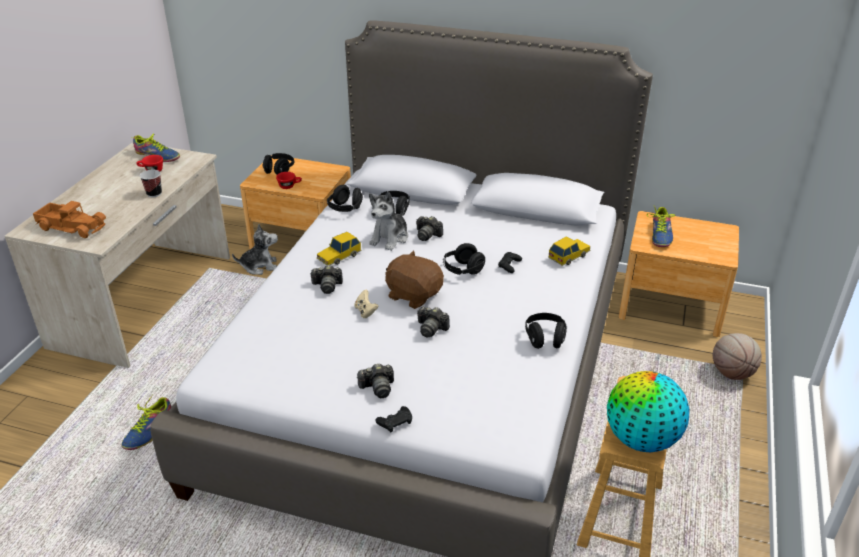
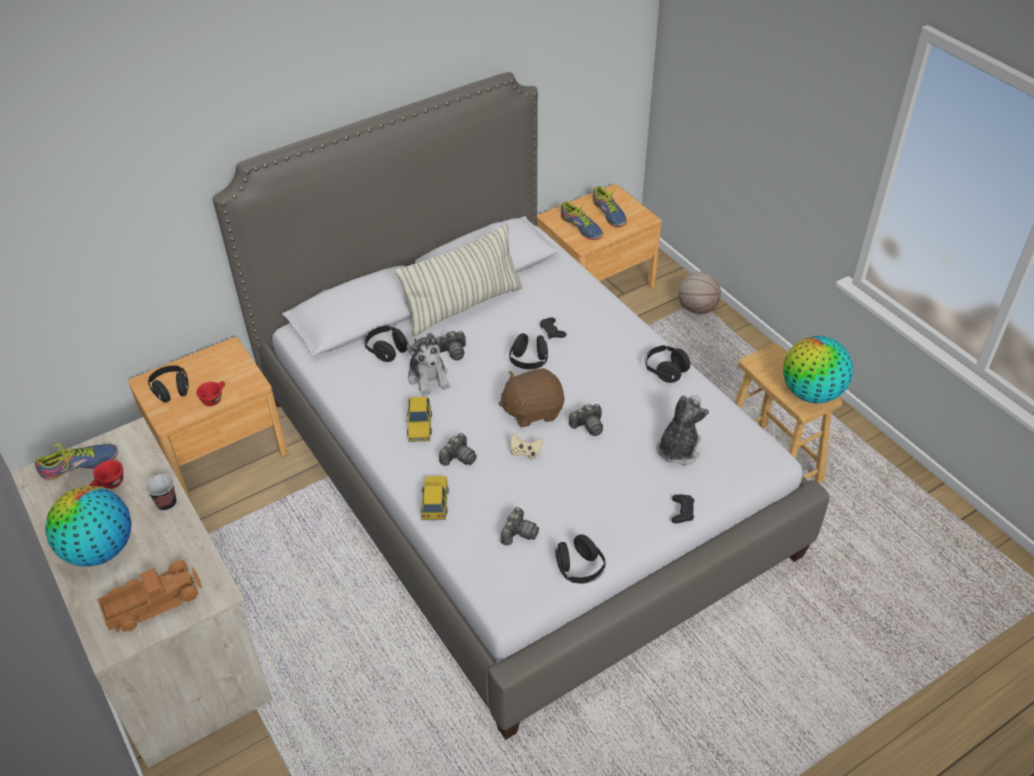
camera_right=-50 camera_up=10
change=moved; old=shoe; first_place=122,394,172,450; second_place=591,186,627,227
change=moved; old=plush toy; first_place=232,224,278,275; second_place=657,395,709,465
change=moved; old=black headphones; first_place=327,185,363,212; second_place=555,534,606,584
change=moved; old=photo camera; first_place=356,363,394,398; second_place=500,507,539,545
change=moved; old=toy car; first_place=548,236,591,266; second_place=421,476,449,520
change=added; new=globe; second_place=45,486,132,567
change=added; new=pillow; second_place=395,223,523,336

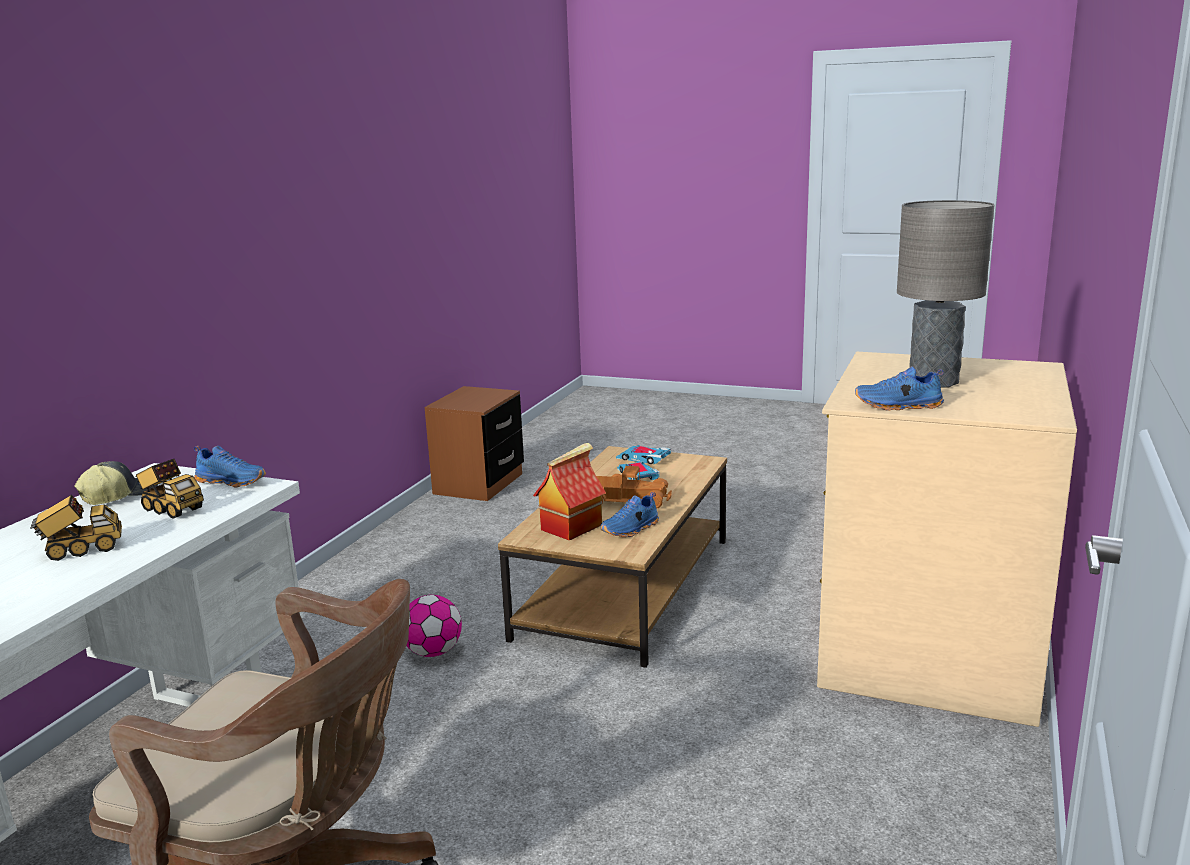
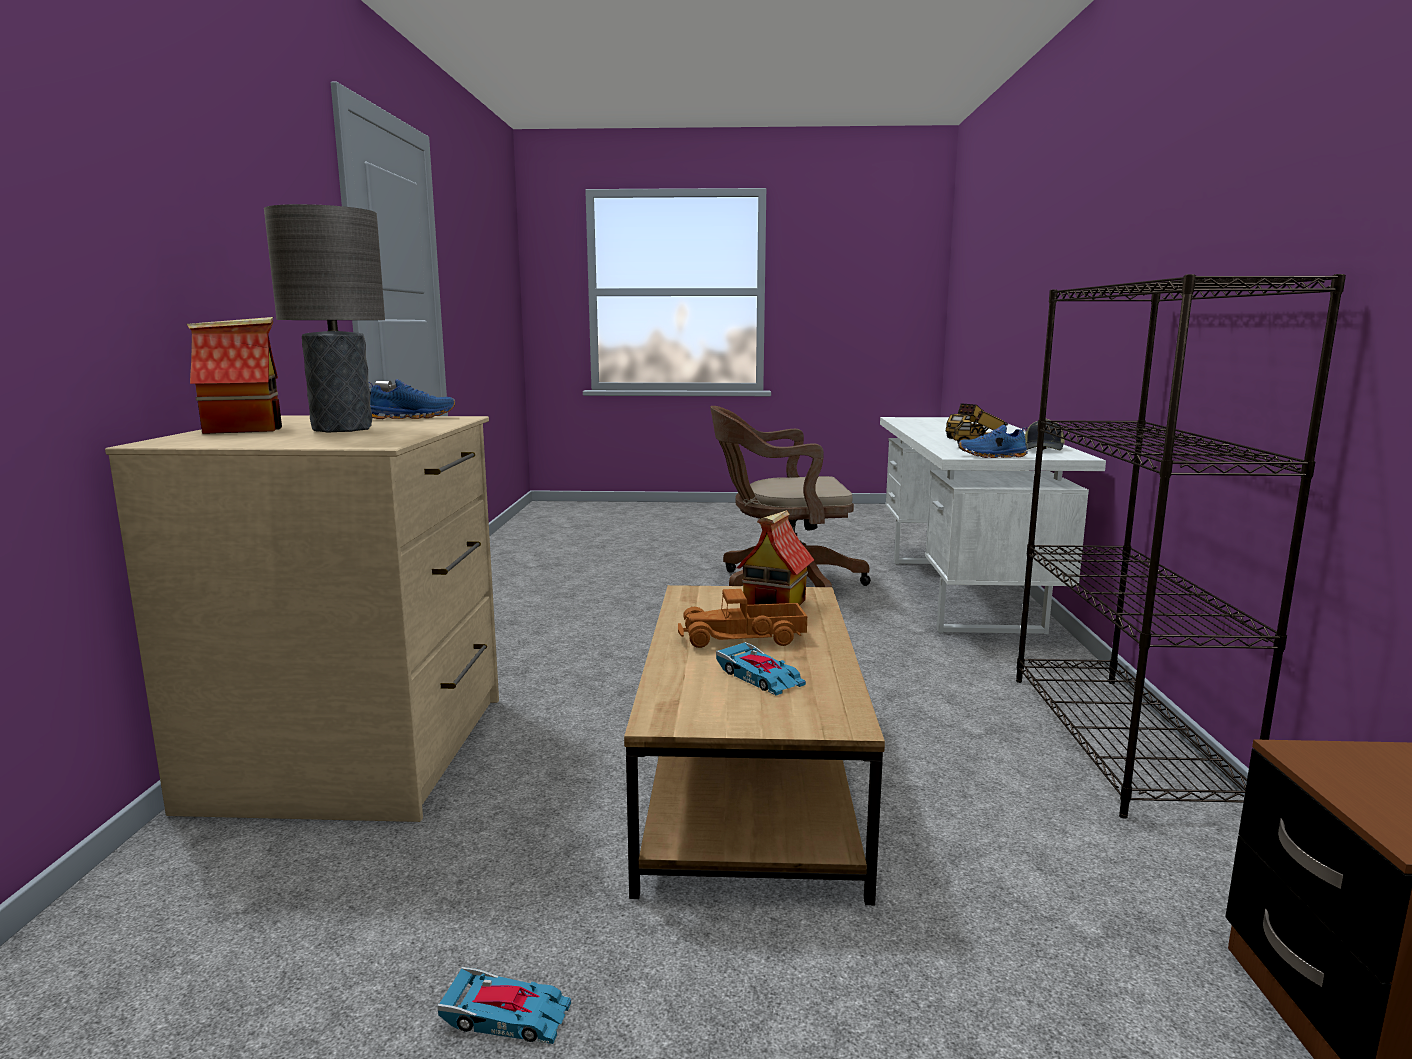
camera_right=160 camera_up=-5
change=removed; old=football; first_place=406,595,462,657
change=removed; old=blue shoe; first_place=601,492,659,537
change=moved; old=toy car; first_place=616,445,671,464; second_place=437,967,571,1044
change=added; new=toy house; second_place=187,317,282,434
change=added; new=black bookcase; second_place=1016,274,1346,819

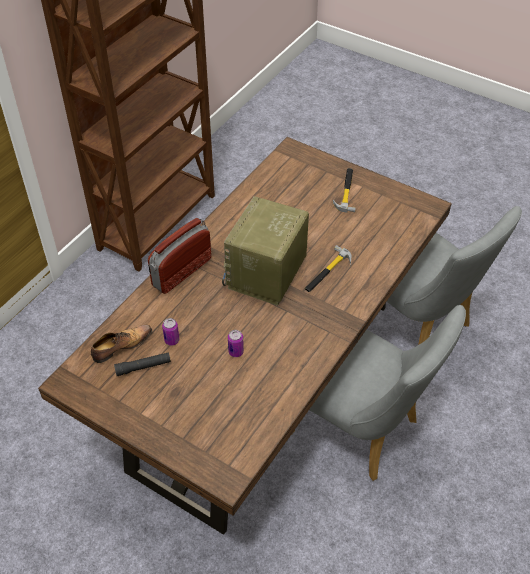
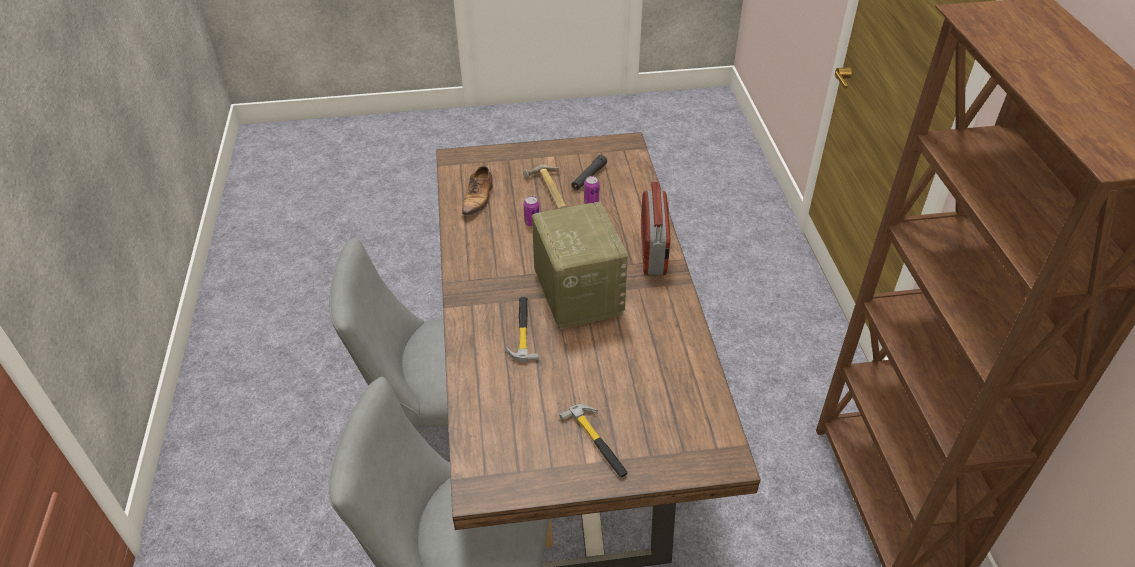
camera_right=140 camera_up=-5
change=moved; old=shoe; first_place=91,325,152,363; second_place=462,166,492,216
change=added; new=hammer; second_place=523,164,566,209

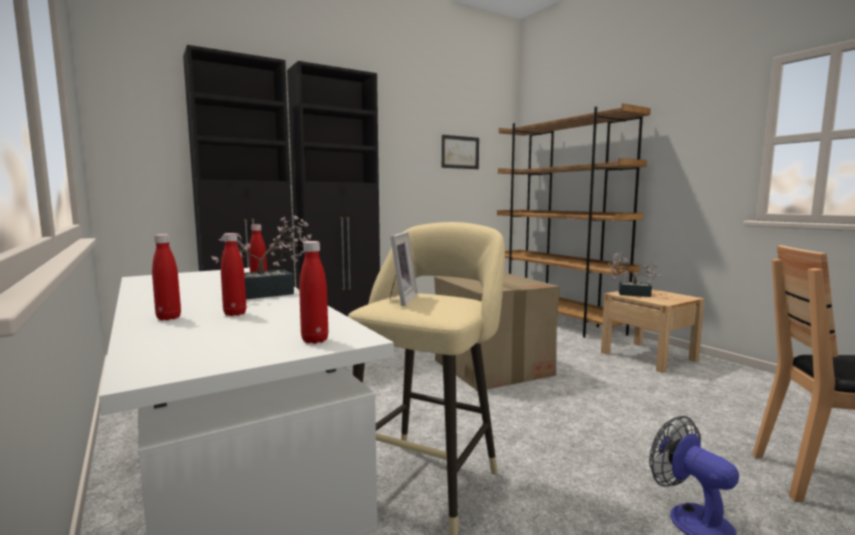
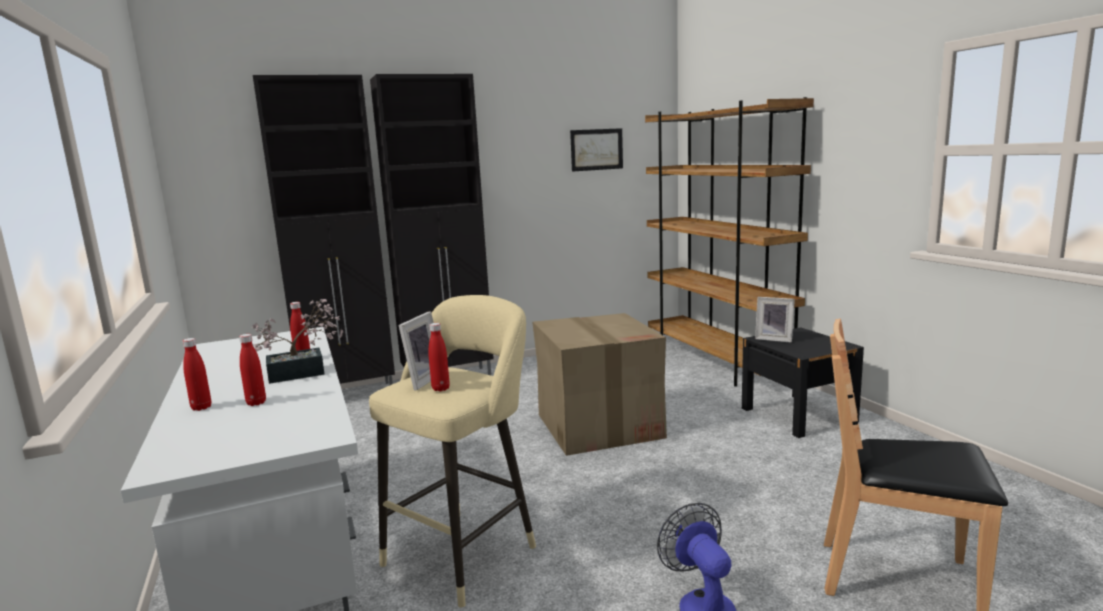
camera_right=10 camera_up=5
change=moved; old=red bottle; first_place=299,241,328,344; second_place=428,323,450,392
change=recoloured; old=beige nightstand; new=black nightstand; first_place=601,289,704,373; second_place=742,327,864,438
change=replaced; old=potted plant; new=picture frame; first_place=607,253,661,297; second_place=755,297,795,343

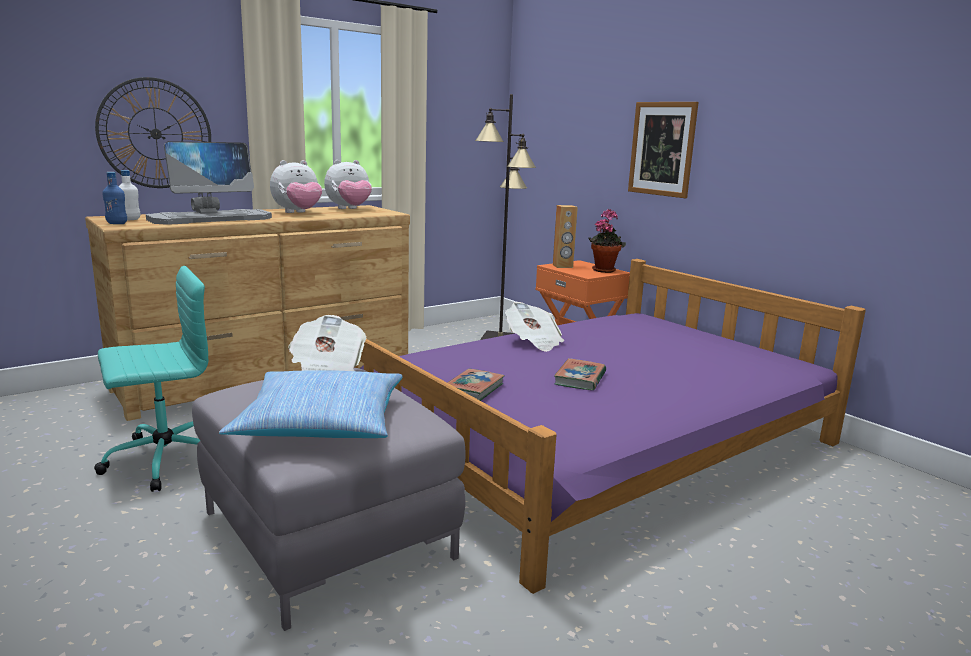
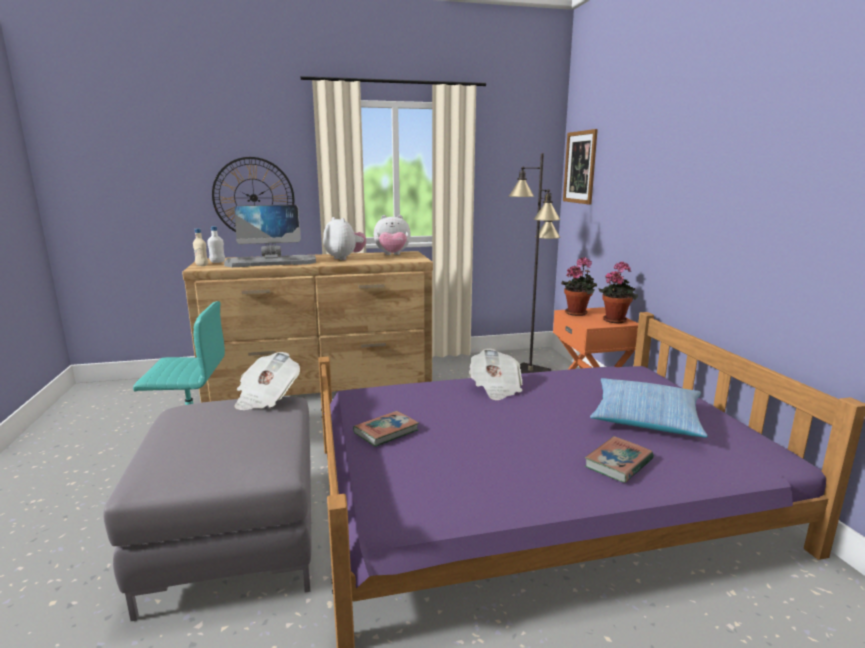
camera_right=25 camera_up=0
change=recoloured; old=blue bottle; new=beige bottle; first_place=102,172,127,224; second_place=193,228,208,266
change=moved; old=pillow; first_place=219,370,402,438; second_place=590,378,708,438
change=turned; old=plush toy; first_place=270,160,322,213; second_place=323,217,366,260; degrees=-120
change=replaced; old=brown speaker; new=potted plant; first_place=553,205,578,268; second_place=561,257,597,316
change=moved; old=book; first_place=554,358,606,390; second_place=585,436,654,483
change=moved; old=picture; first_place=628,102,699,198; second_place=563,129,598,205

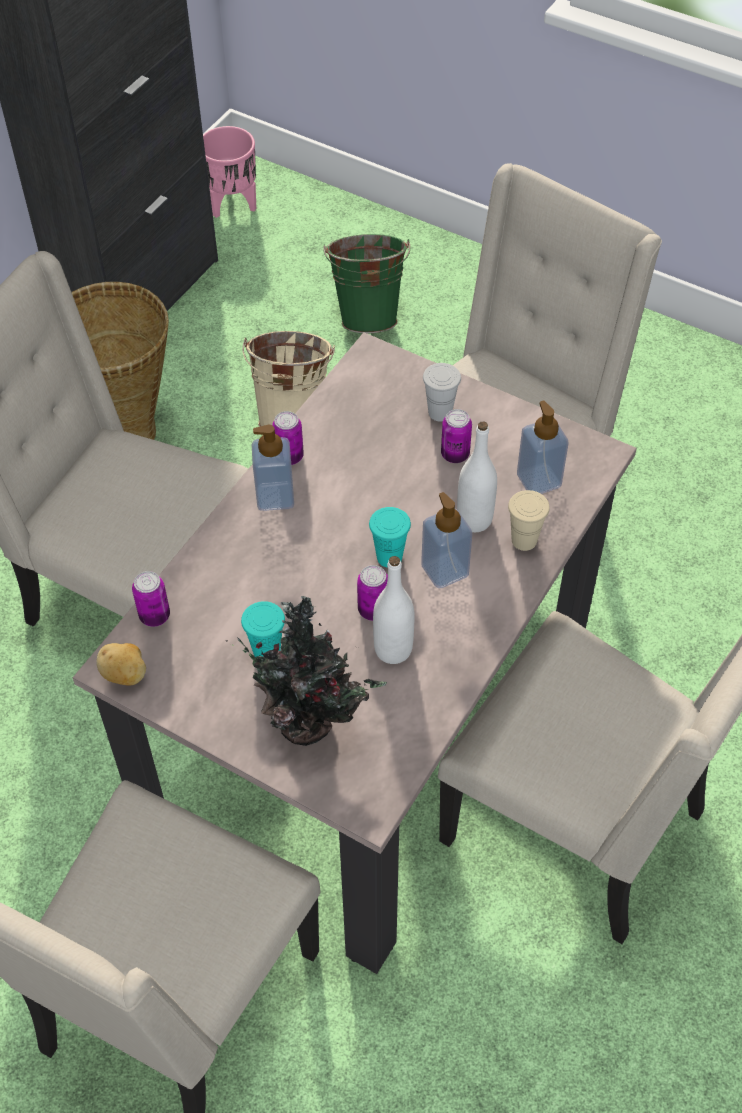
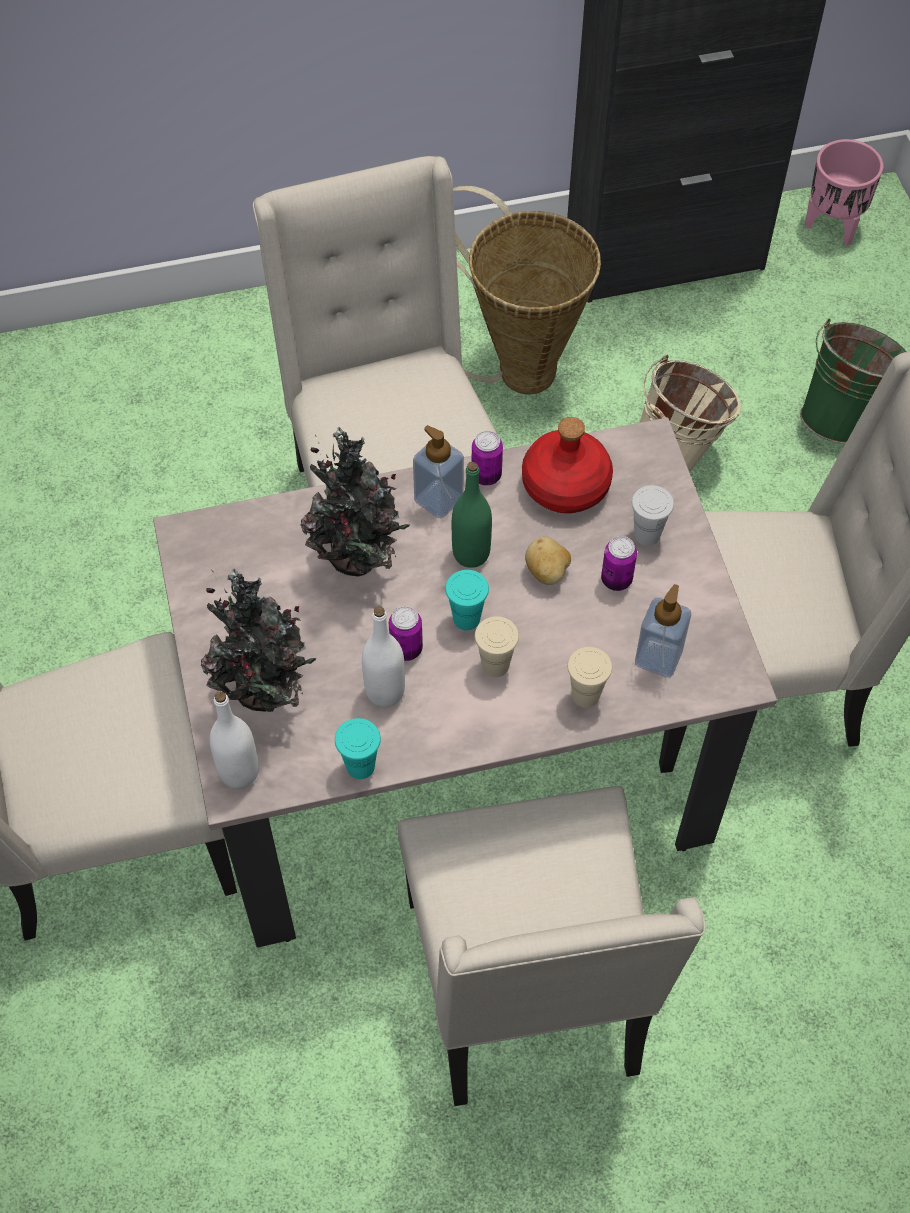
camera_right=45 camera_up=5
change=moved; old=potato; first_place=97,643,146,686; second_place=525,536,571,585
change=removed; old=can; first_place=132,571,170,627
change=moved; old=turquoise cup; first_place=241,601,285,657; second_place=335,718,381,779
change=replaced; old=soap dispenser; new=beige cup; first_place=421,492,472,588; second_place=475,616,519,677
change=moved; old=white bottle; first_place=457,421,497,532; second_place=210,691,259,789
change=added; new=potted plant; second_place=300,427,410,576
change=added; new=green bottle; second_place=452,462,492,568
change=added; new=red bottle; second_place=522,417,613,513

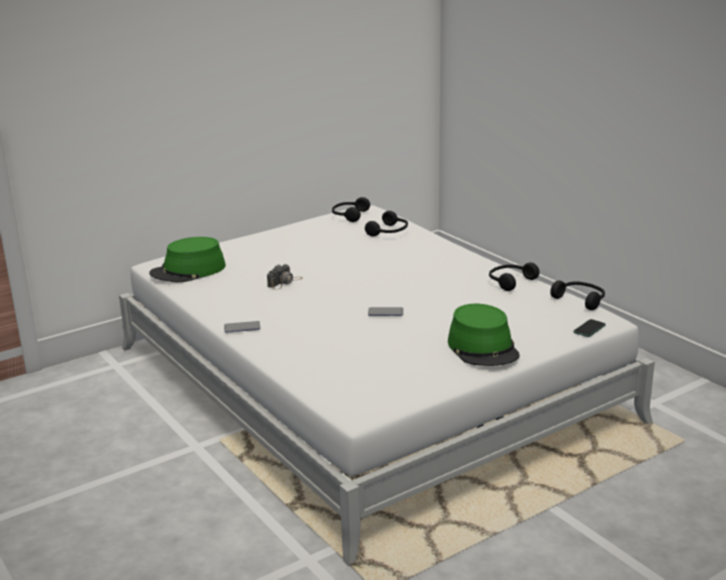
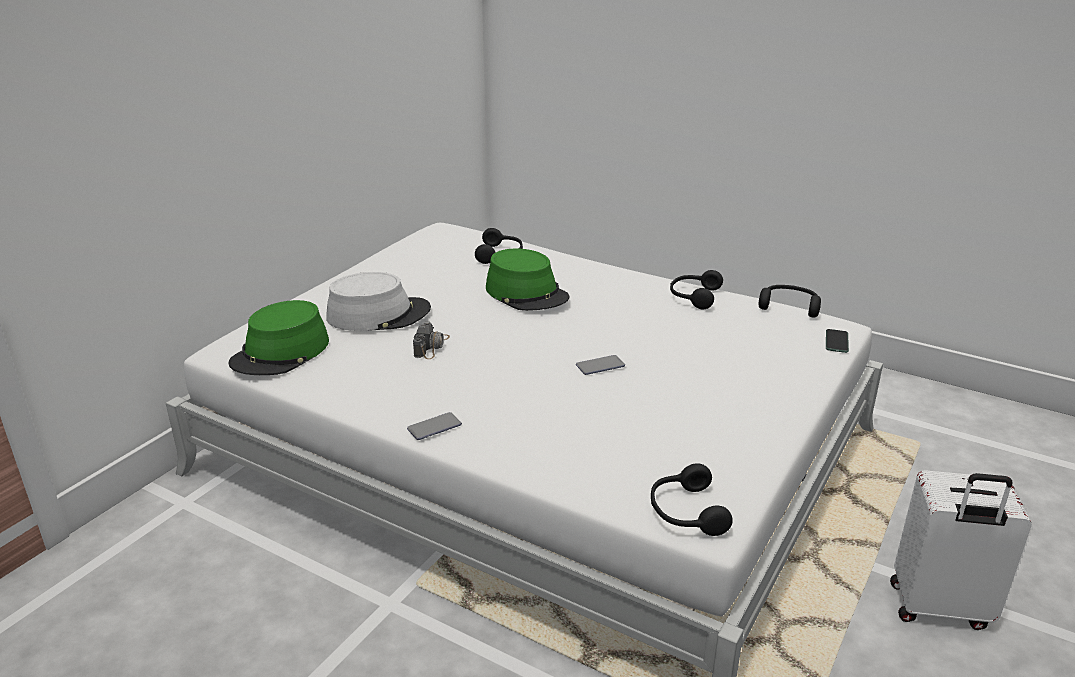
camera_right=-25 camera_up=5
change=moved; old=black headphones; first_place=332,197,370,222; second_place=651,464,733,536
change=moved; old=green hat; first_place=448,304,520,366; second_place=486,249,570,311
change=added; new=grey hat; second_place=326,272,431,331
change=added; new=white suitcase; second_place=890,470,1032,630

